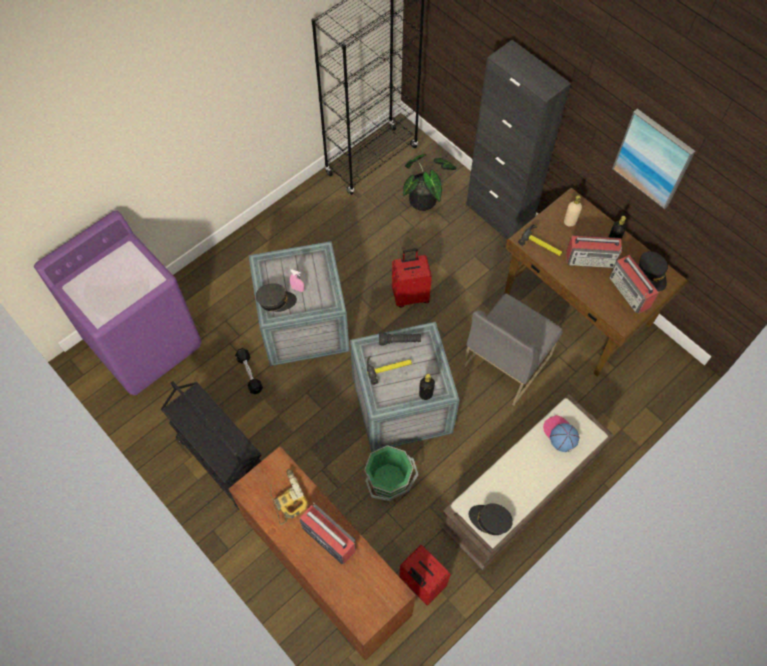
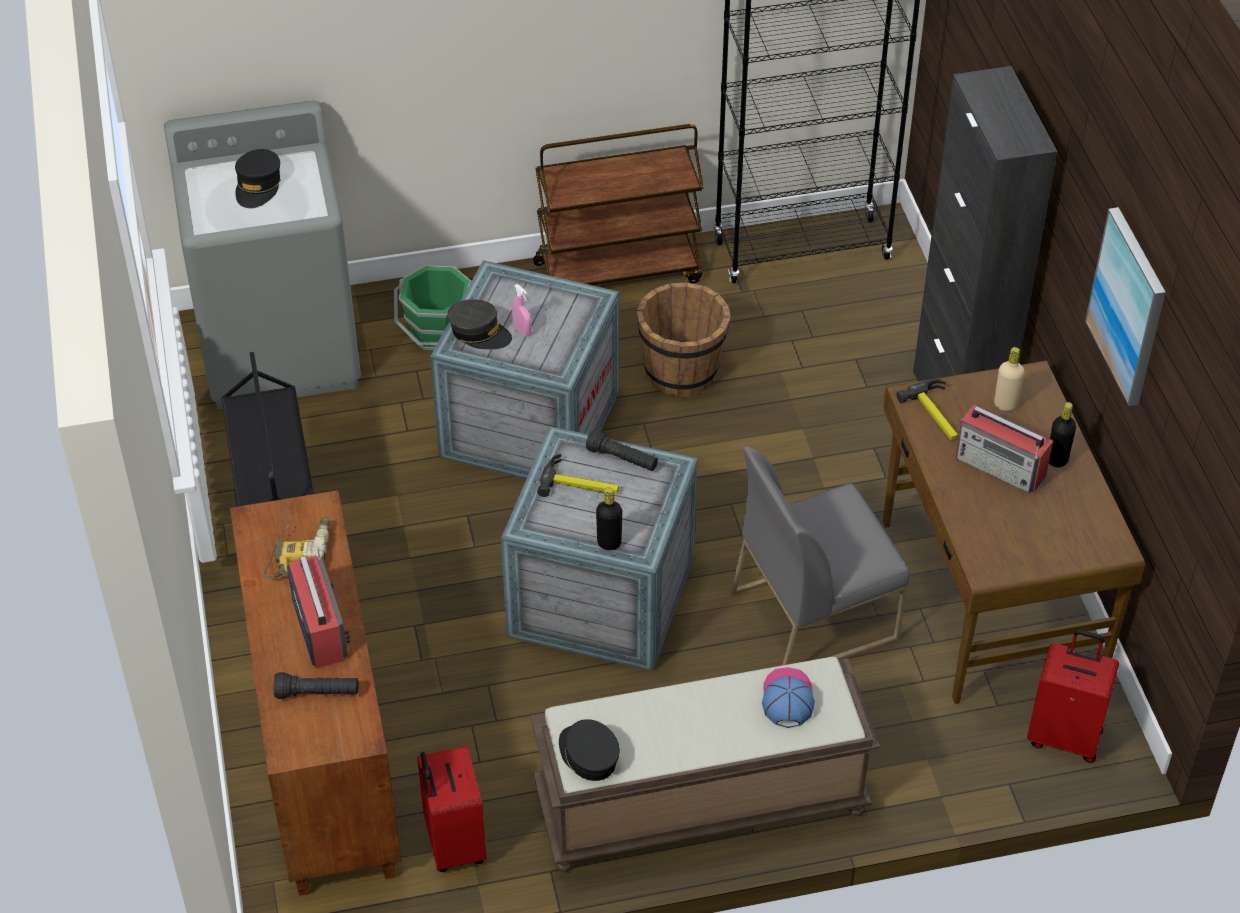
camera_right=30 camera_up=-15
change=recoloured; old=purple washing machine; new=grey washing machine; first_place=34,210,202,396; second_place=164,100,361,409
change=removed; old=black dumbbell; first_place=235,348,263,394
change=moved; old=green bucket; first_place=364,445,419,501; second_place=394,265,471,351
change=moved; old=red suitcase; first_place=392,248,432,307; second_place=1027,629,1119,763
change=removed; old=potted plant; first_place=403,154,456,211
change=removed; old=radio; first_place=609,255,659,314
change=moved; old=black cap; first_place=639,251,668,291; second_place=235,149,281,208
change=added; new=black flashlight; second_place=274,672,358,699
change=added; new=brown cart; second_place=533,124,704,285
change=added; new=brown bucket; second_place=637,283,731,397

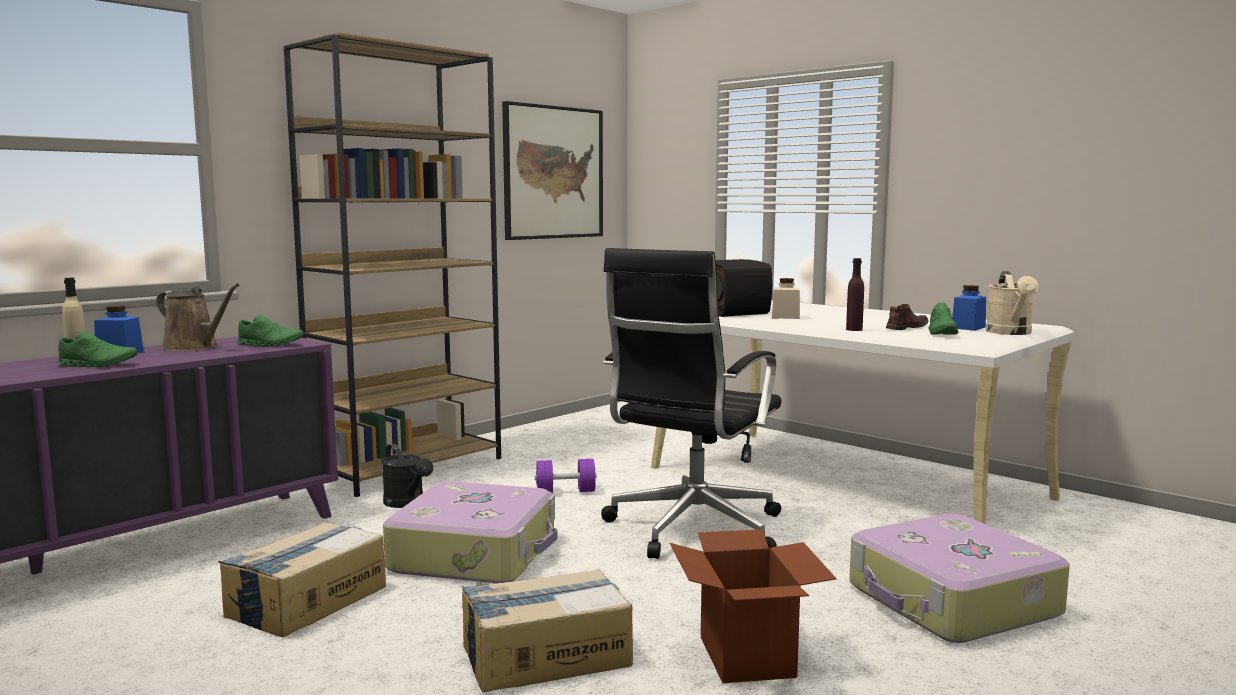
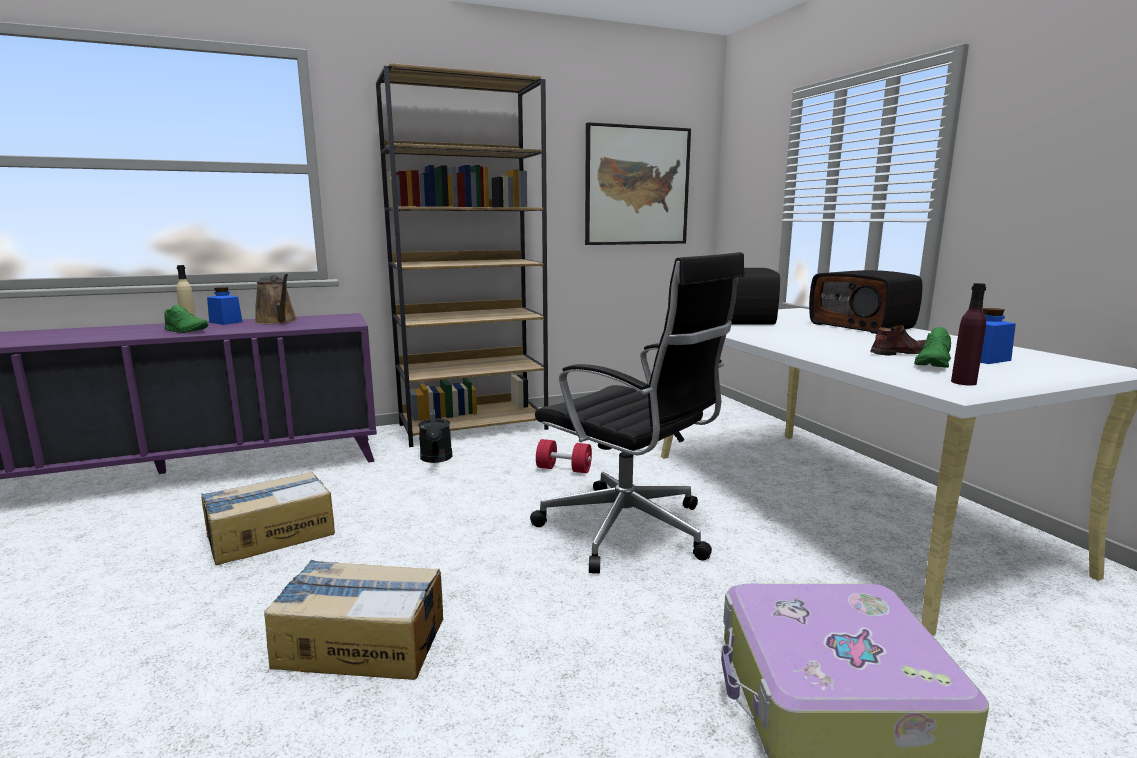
camera_right=25 camera_up=5
change=removed; old=green shoe; first_place=237,314,304,347
change=removed; old=suitcase; first_place=383,481,557,583
change=recoloured; old=purple dumbbell; new=red dumbbell; first_place=535,459,597,493; second_place=536,439,592,473
change=turned; old=black office chair; first_place=601,248,781,559; second_place=530,252,745,574; degrees=-105
change=removed; old=cardboard box; first_place=670,529,837,683
change=removed; old=beige jar; first_place=772,278,800,319
change=moved; old=purple bottle; first_place=846,258,864,331; second_place=951,283,986,386
change=removed; old=beige watering can; first_place=985,271,1038,335
change=added; new=radio; second_place=809,270,922,334

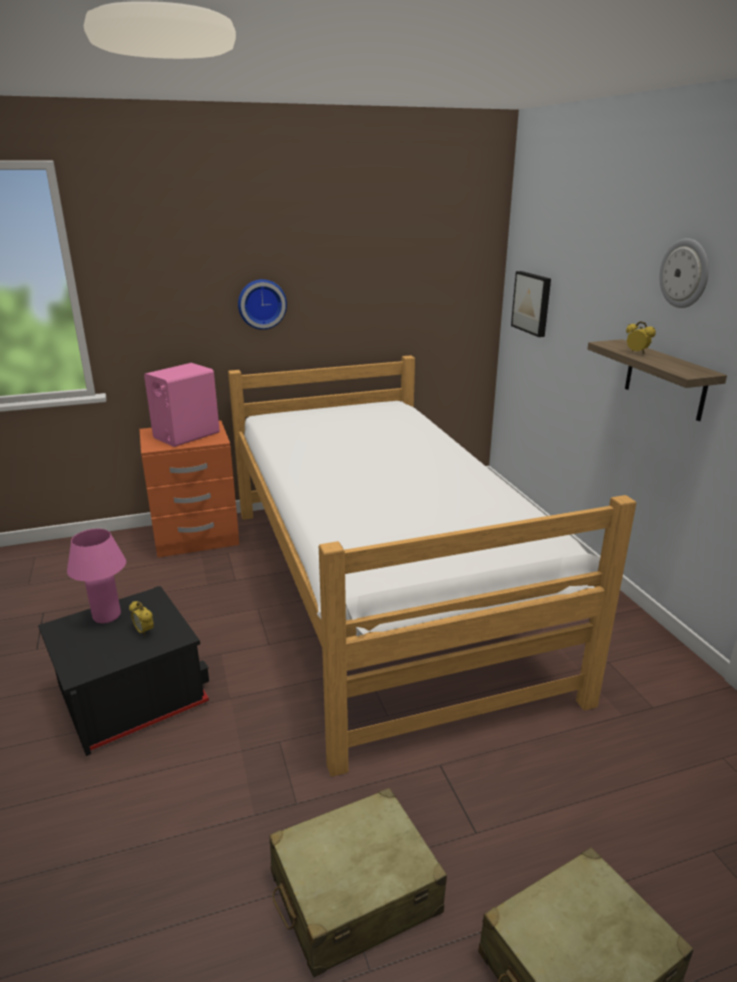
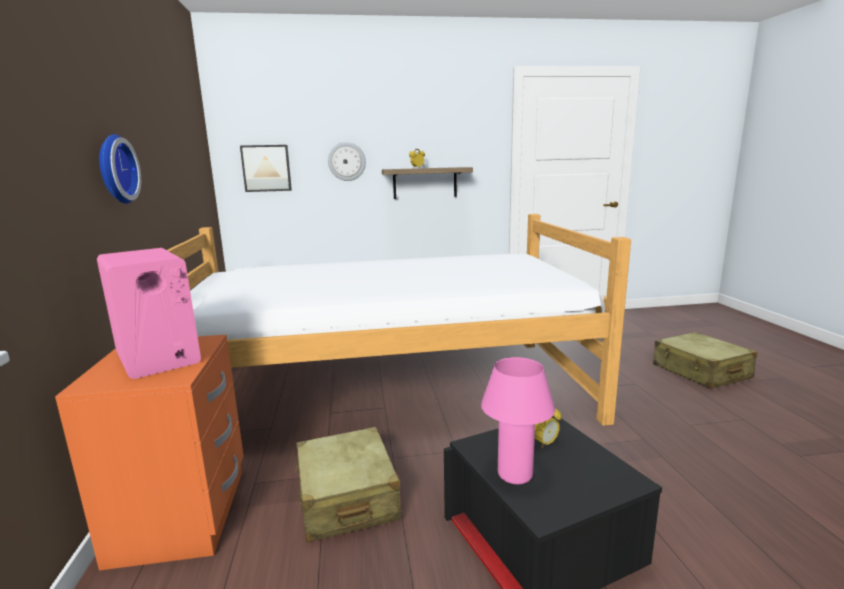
camera_right=-80 camera_up=-10
change=moved; old=beige suitcase; first_place=269,788,447,977; second_place=295,427,402,542
change=moved; old=wall clock; first_place=659,238,709,308; second_place=328,142,366,181

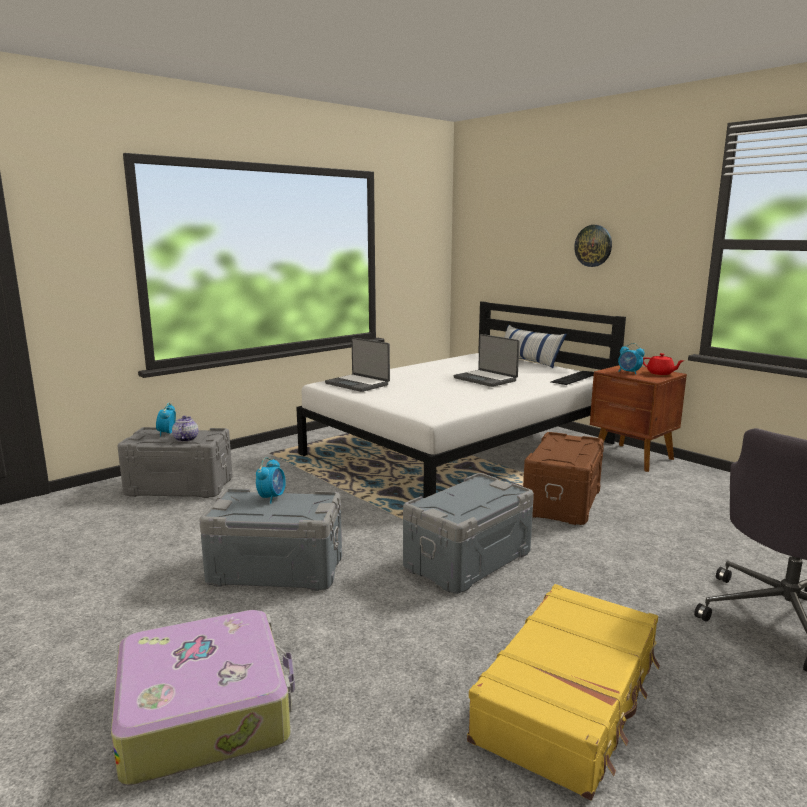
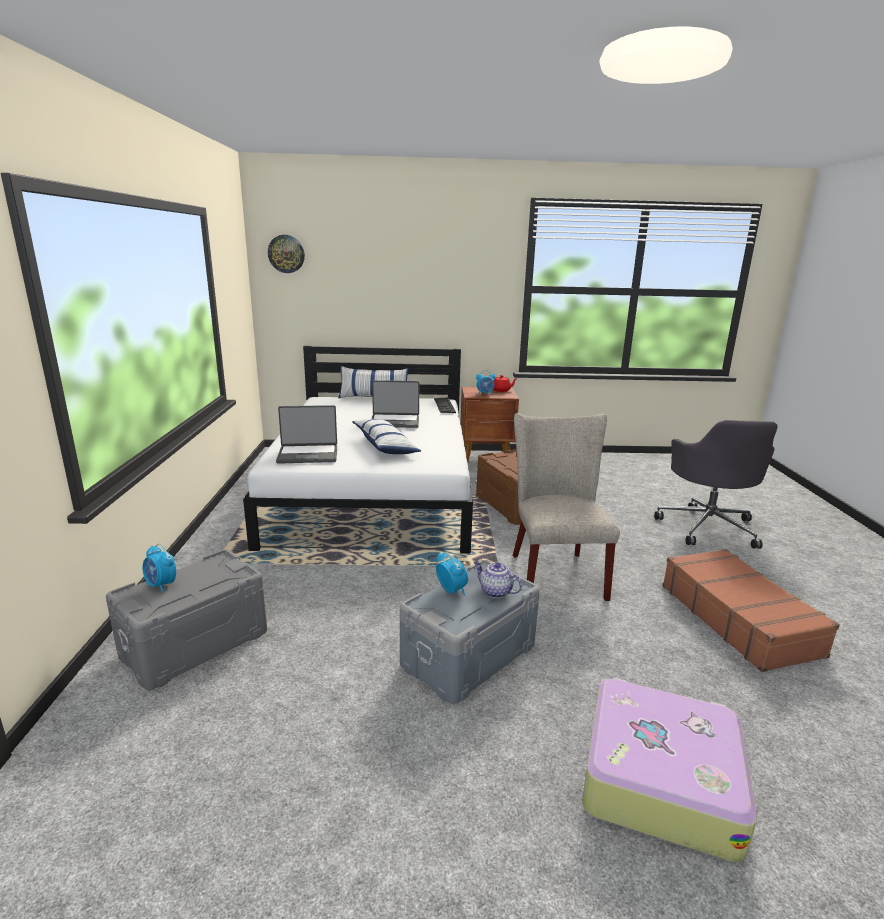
camera_right=-50 camera_up=5
change=moved; old=teapot; first_place=172,416,198,442; second_place=474,561,522,598
change=replaced; old=grey storage box; new=beige chair; first_place=403,473,534,594; second_place=512,413,620,601
change=recoloured; old=yellow suitcase; new=brown suitcase; first_place=467,584,660,800; second_place=662,549,840,672
change=moved; old=wall clock; first_place=574,225,612,267; second_place=268,235,305,273
change=added; new=pillow; second_place=352,419,421,454

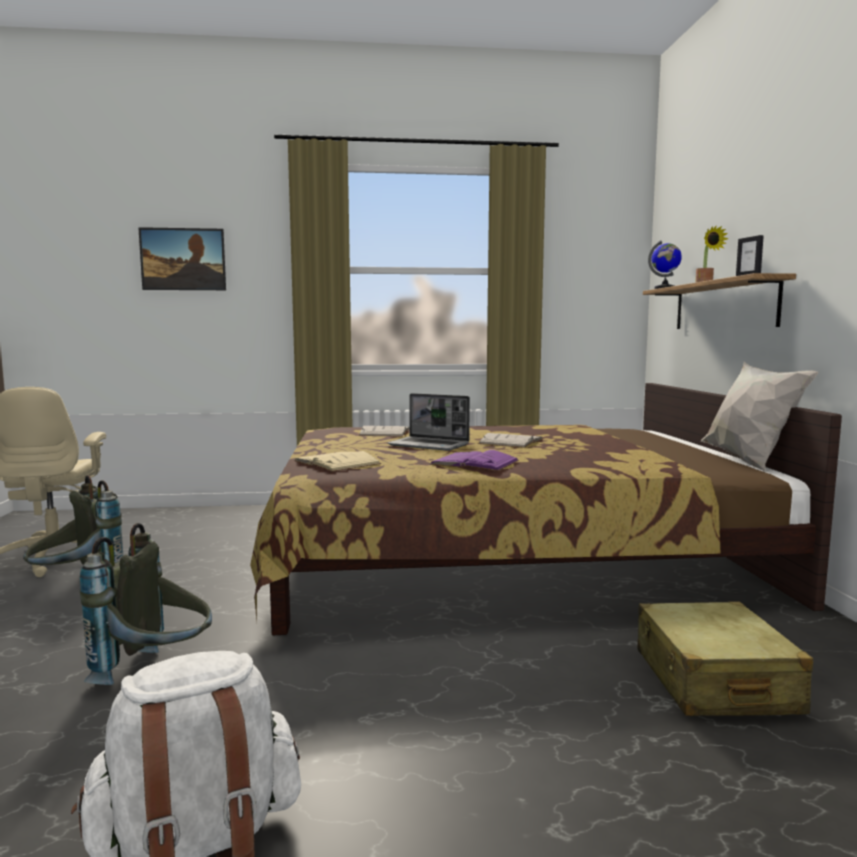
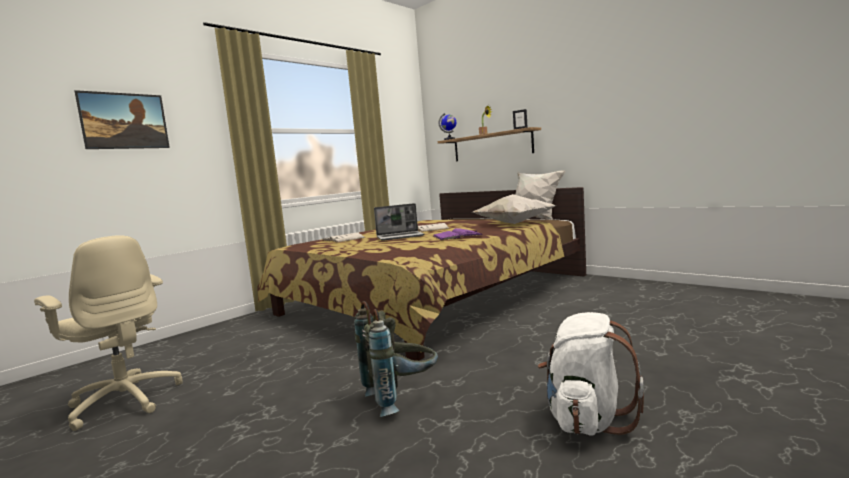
camera_right=-40 camera_up=0
change=removed; old=grey backpack; first_place=23,475,123,569
change=removed; old=beige book; first_place=294,451,381,472
change=removed; old=beige suitcase; first_place=638,602,813,716
change=added; new=white pillow; second_place=473,194,556,224

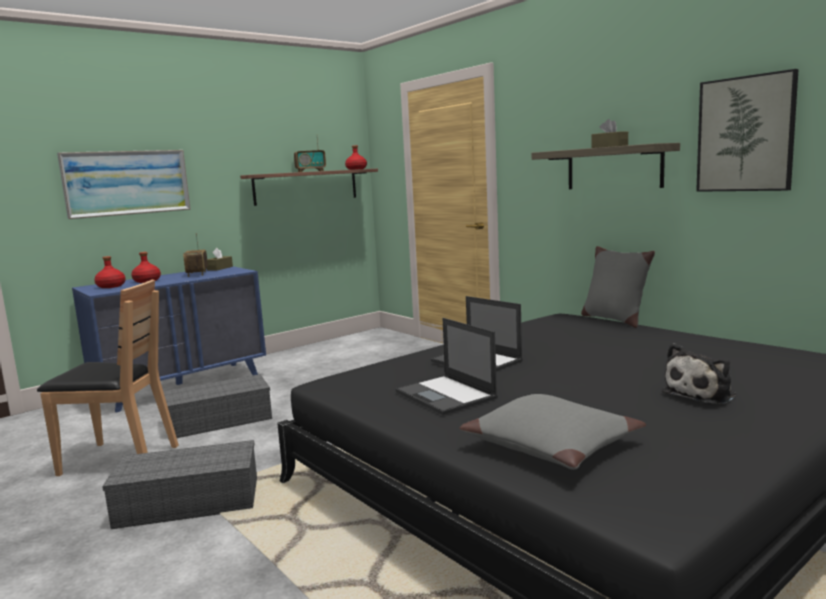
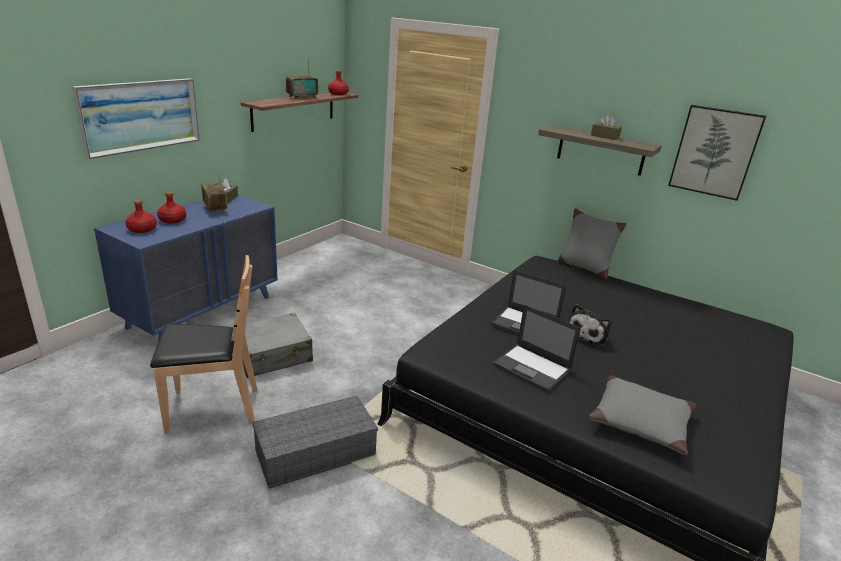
camera_right=-20 camera_up=15
change=replaced; old=grey storage box; new=grey suitcase; first_place=163,374,272,439; second_place=232,313,313,378
change=moved; old=plush toy; first_place=662,343,737,404; second_place=568,304,612,346

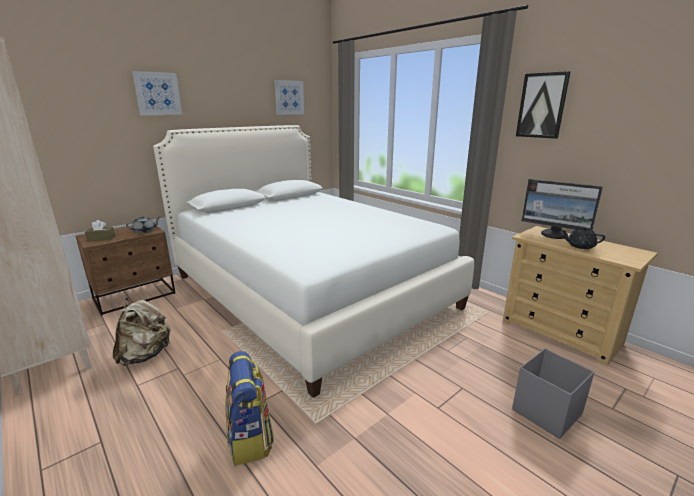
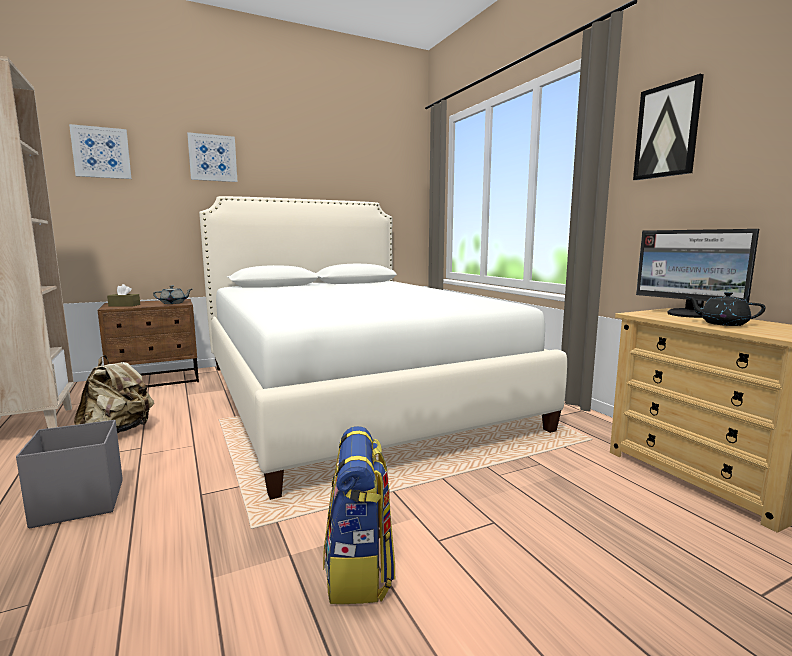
camera_right=15 camera_up=-10
change=moved; old=backpack; first_place=225,351,274,466; second_place=323,426,395,604
change=moved; old=picture; first_place=275,80,304,115; second_place=69,124,132,179
change=moved; old=grey storage box; first_place=512,349,594,439; second_place=16,420,123,528

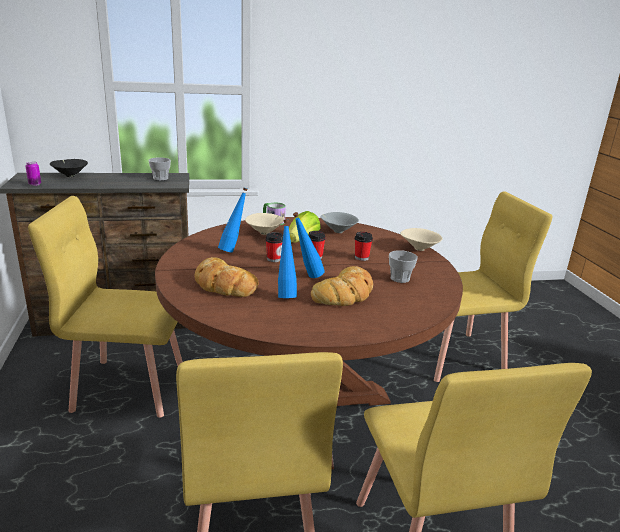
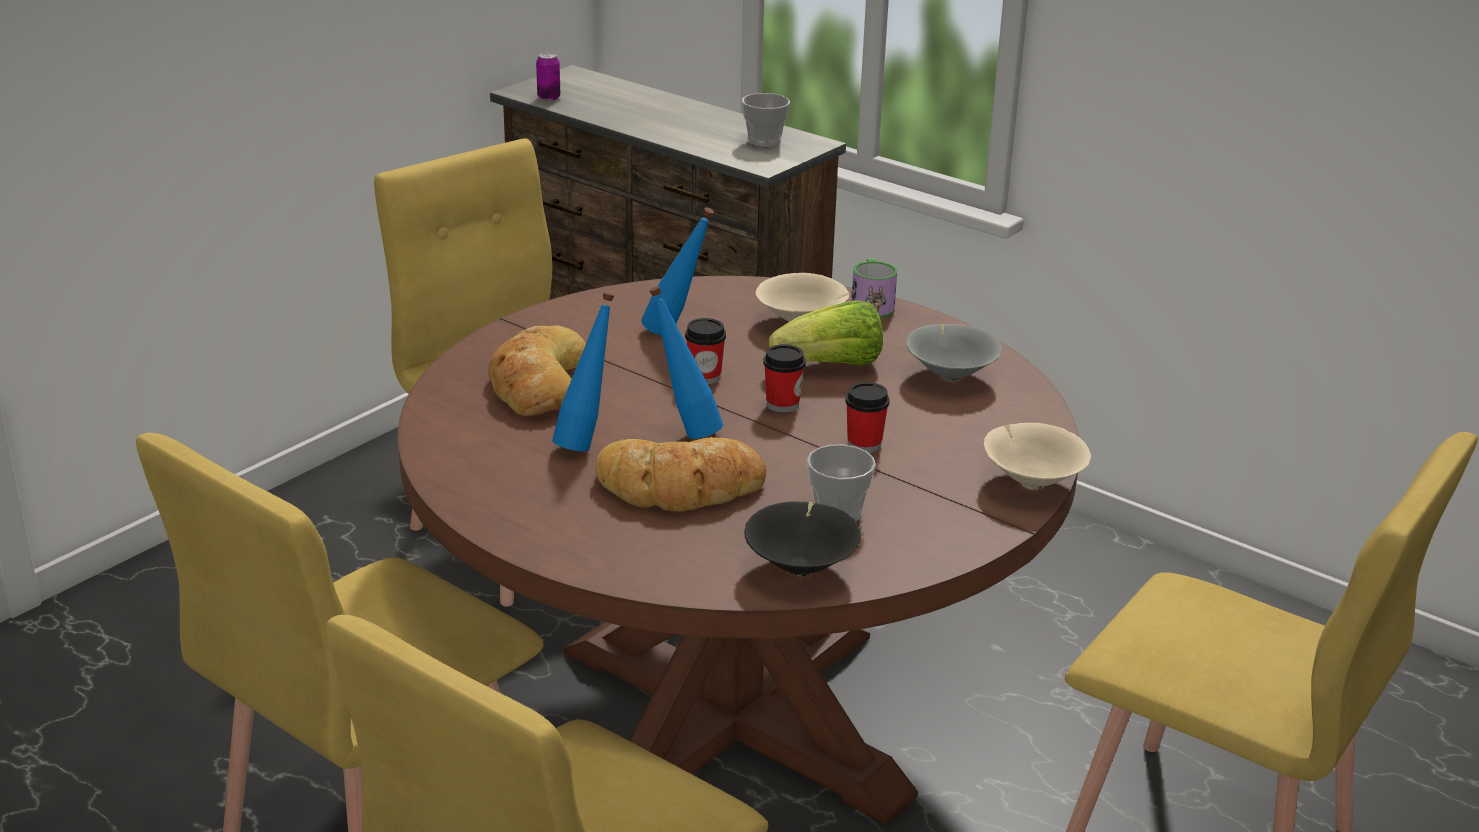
camera_right=50 camera_up=5
change=moved; old=black bowl; first_place=50,159,88,177; second_place=744,501,861,576

